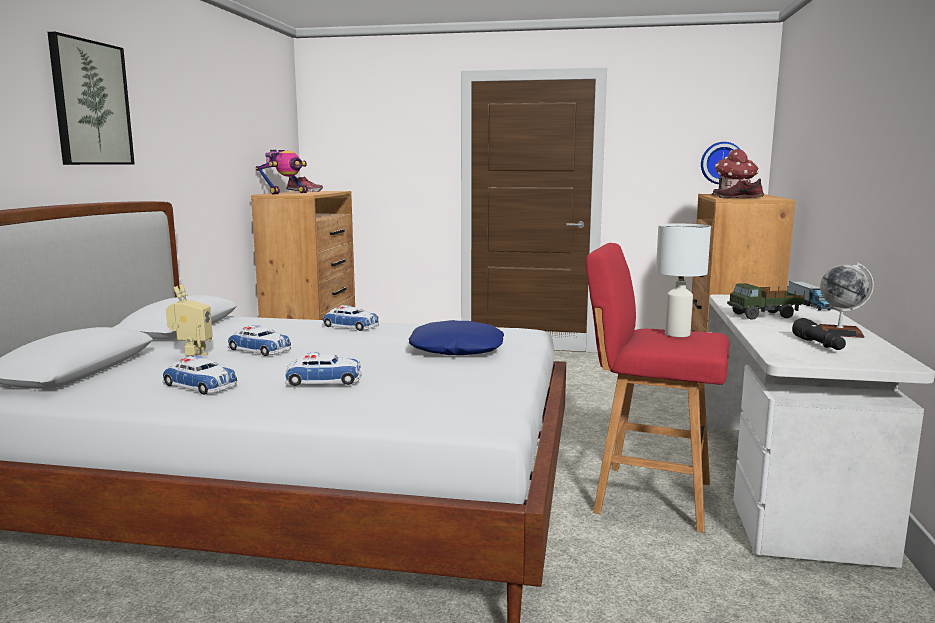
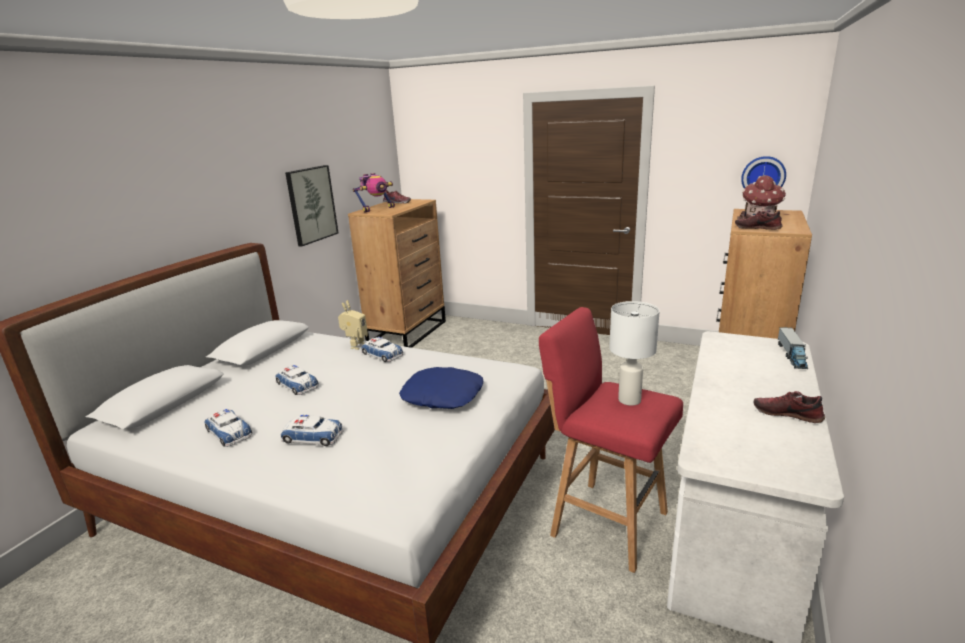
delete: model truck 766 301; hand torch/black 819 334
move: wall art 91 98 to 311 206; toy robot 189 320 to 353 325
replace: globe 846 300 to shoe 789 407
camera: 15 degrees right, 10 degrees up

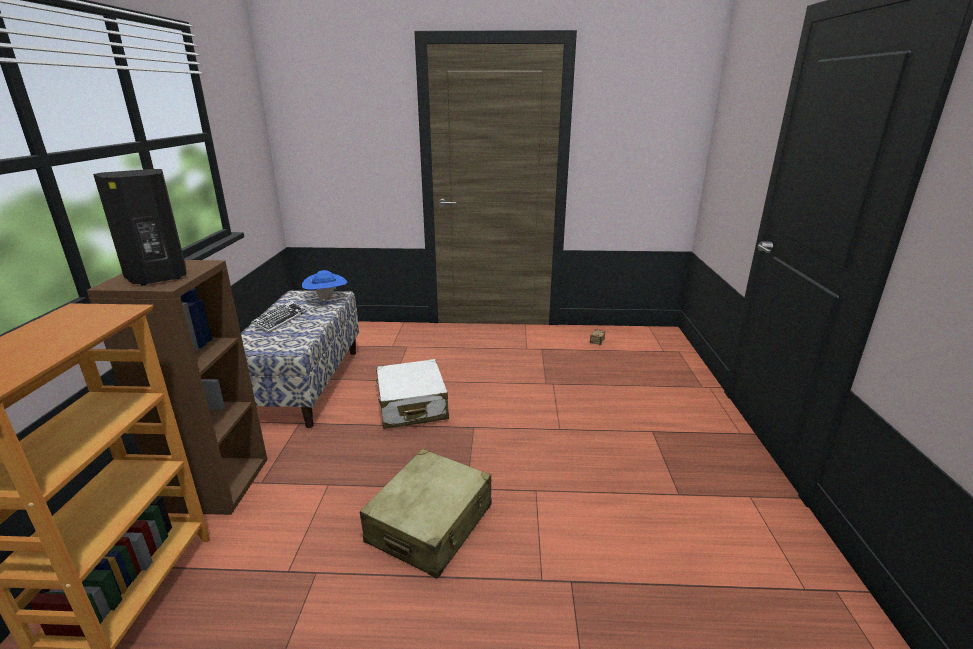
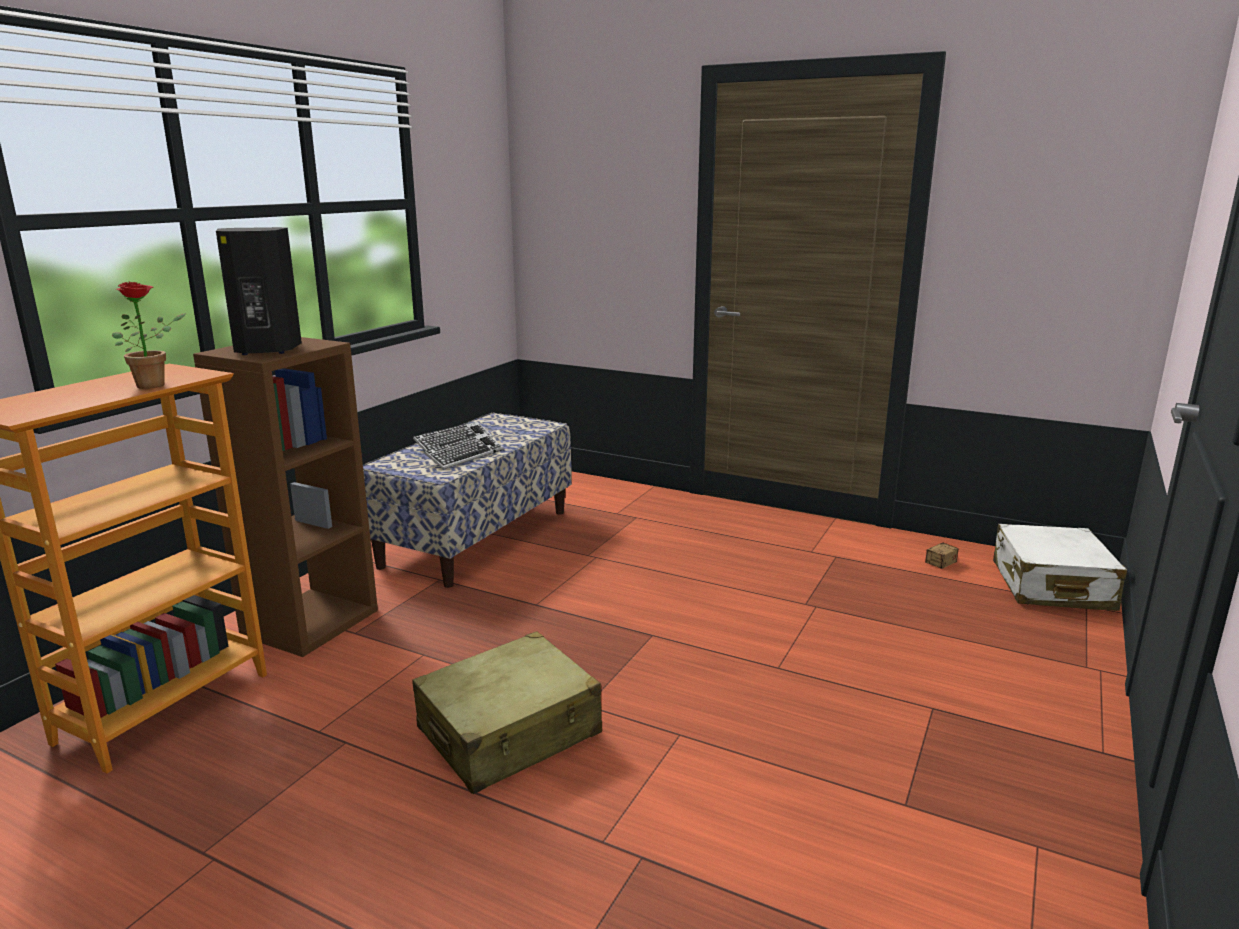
delete: hat/bluish 324 286
insert: houseplant 149 335; PC keyboard 464 451
move: travel case/white-coloured 412 394 to 1060 567
camera: 25 degrees right, 5 degrees down

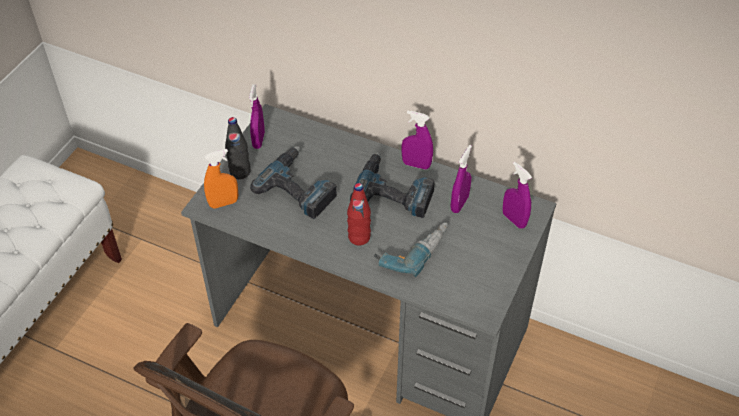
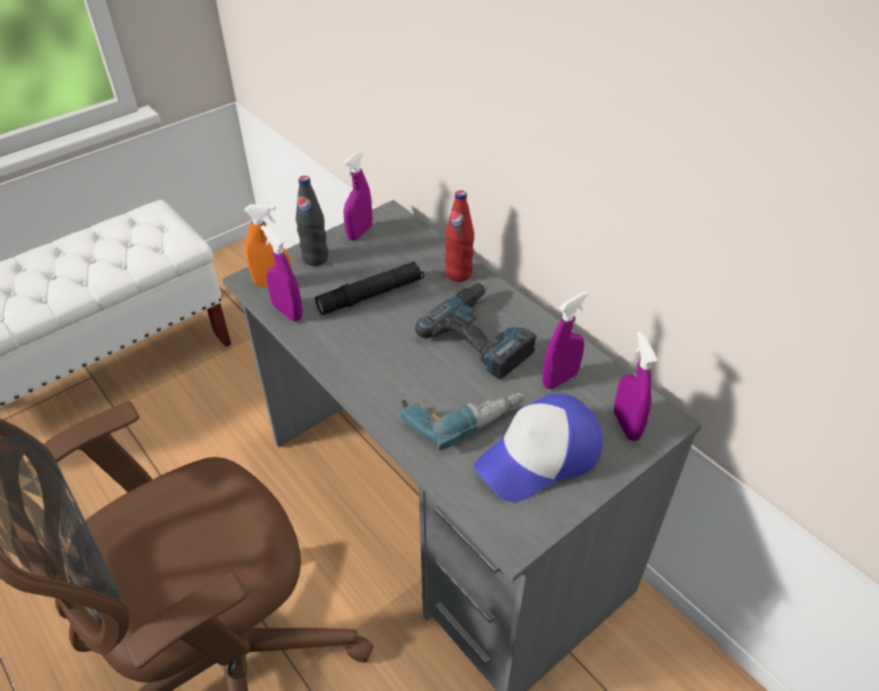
insert: baseball cap 538 448
move: bottle/red-coloured 359 214 to 459 236; spray bottle/purplish 417 140 to 282 273
replace: power drill 293 182 to hand torch/black 369 288
camera: 25 degrees right, 5 degrees down

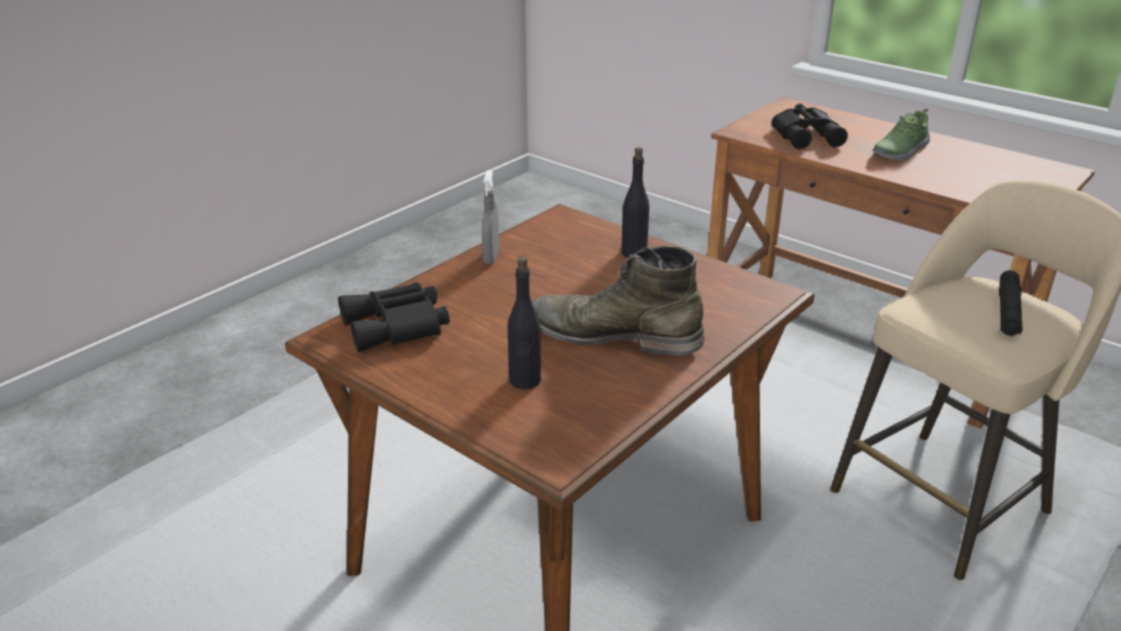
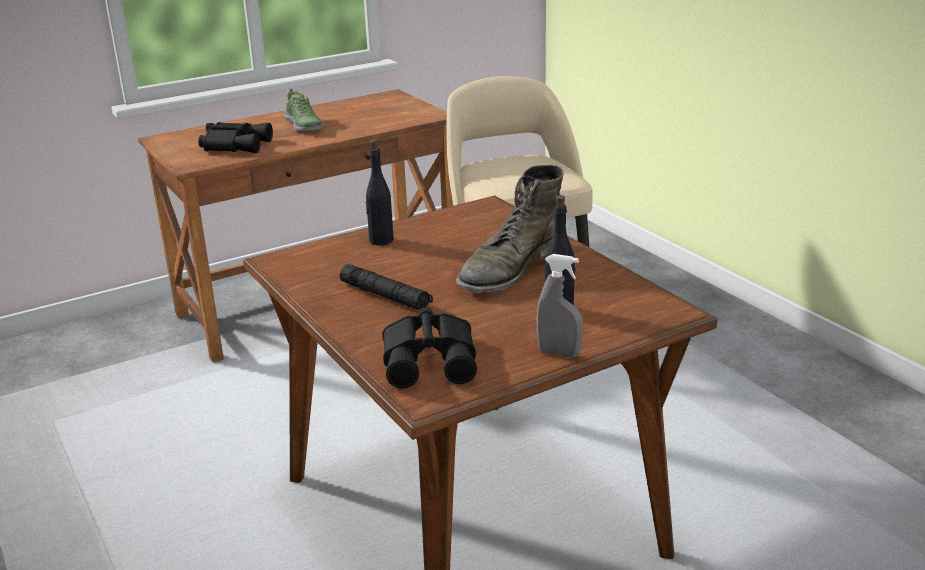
move: spray bottle/greyish 490 217 to 559 306; hand torch/black 1011 303 to 386 287
camera: 70 degrees left, 5 degrees down

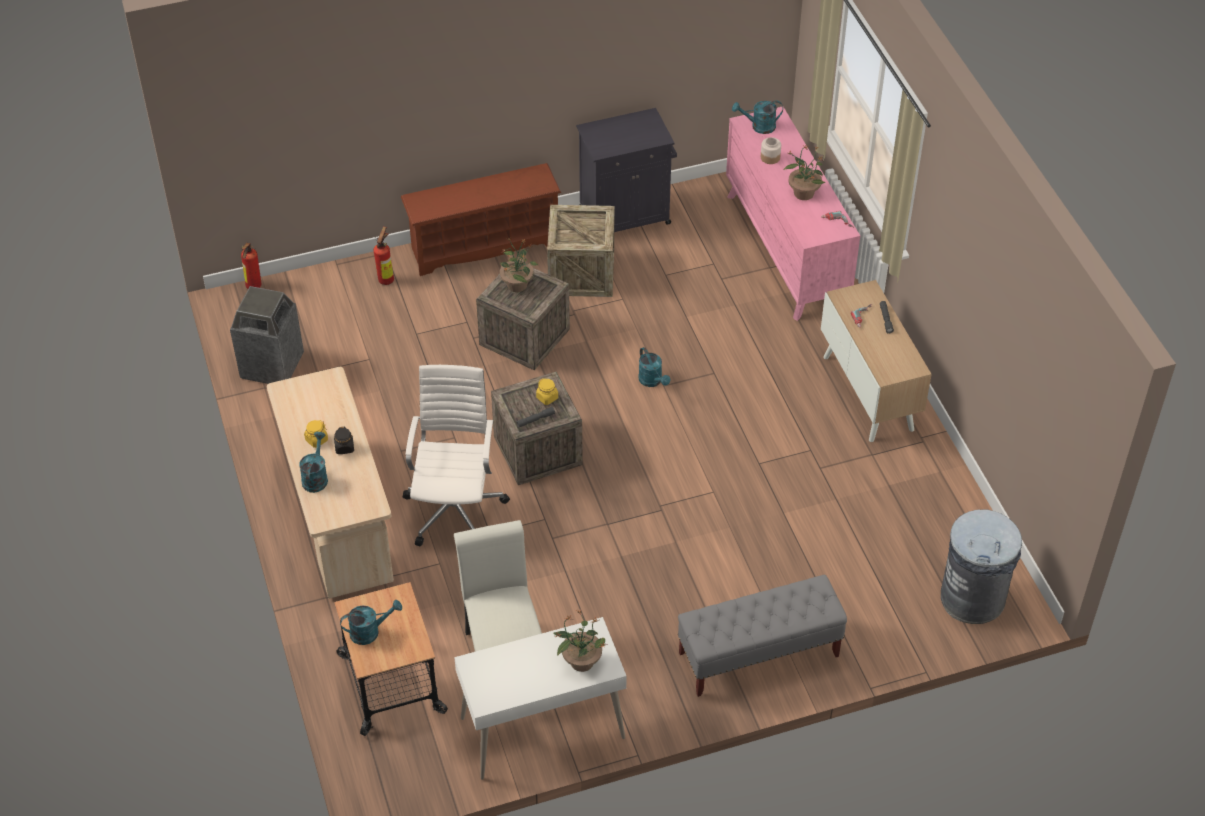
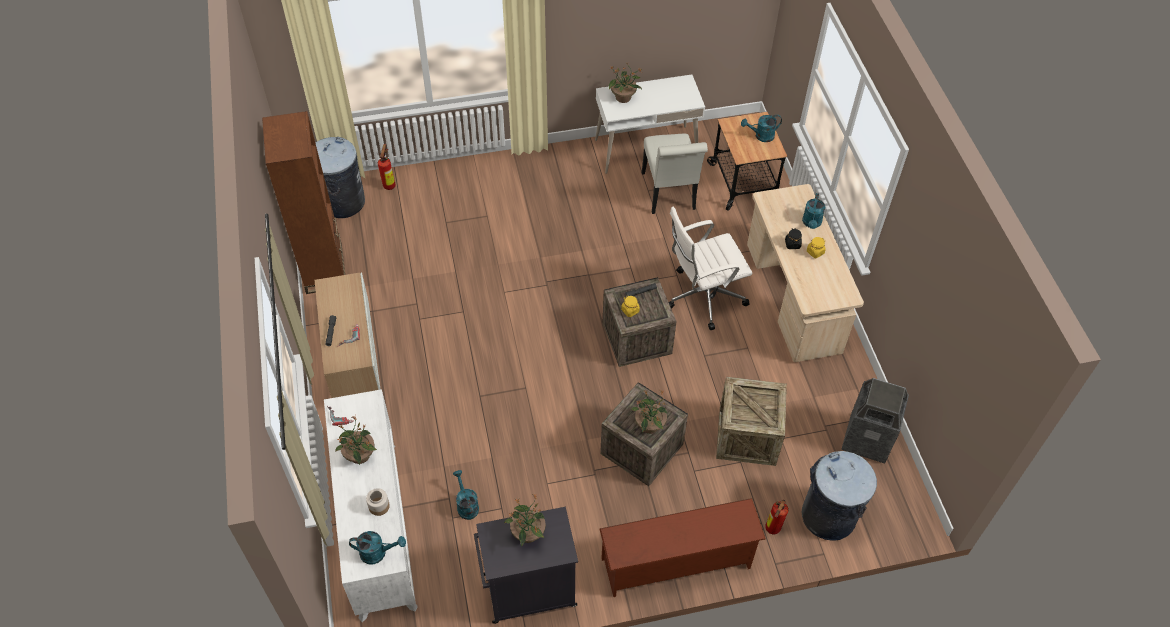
delete: indoor bench/greyish 762 636
insert: bookshelf/brown 303 202; houseplant 525 520; rubbish bin/greyish 839 496
move: extinguisher 251 266 to 386 167; shipping crate 580 251 to 751 421; watering can/blue-green 654 367 to 466 495
recolor: drawer chest/pink-coloured 793 213 to drawer chest/white-coloured 371 505
rotate: computer chair/white-coloured 456 456 = 710 268 60 degrees clockwise
camera: 175 degrees left, 5 degrees up

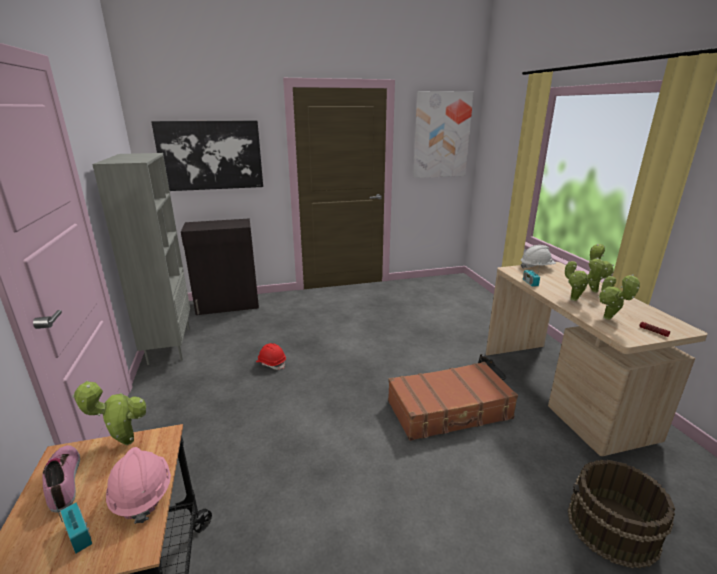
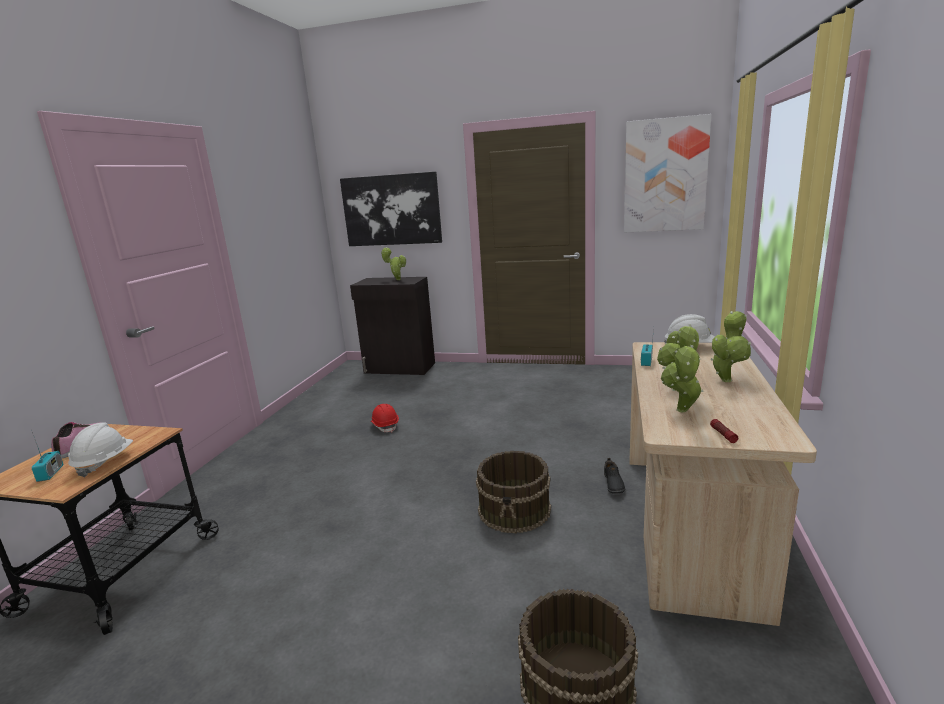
delete: bookshelf/greyish 141 259
move: houseplant 109 413 to 393 263
replace: travel case/brown 453 401 to pail/brown 513 492
recolor: work helmet/pink-coloured 138 485 to work helmet/white-coloured 100 449
camera: 30 degrees right, 5 degrees down

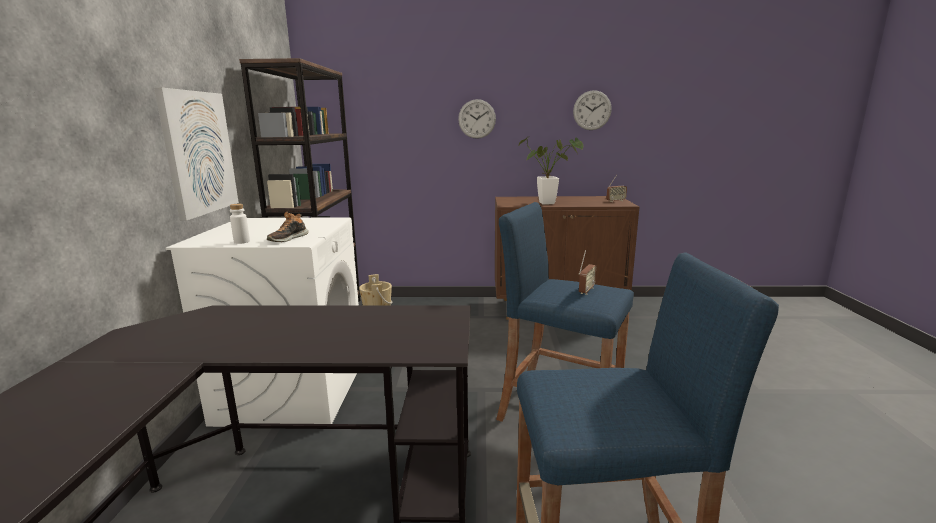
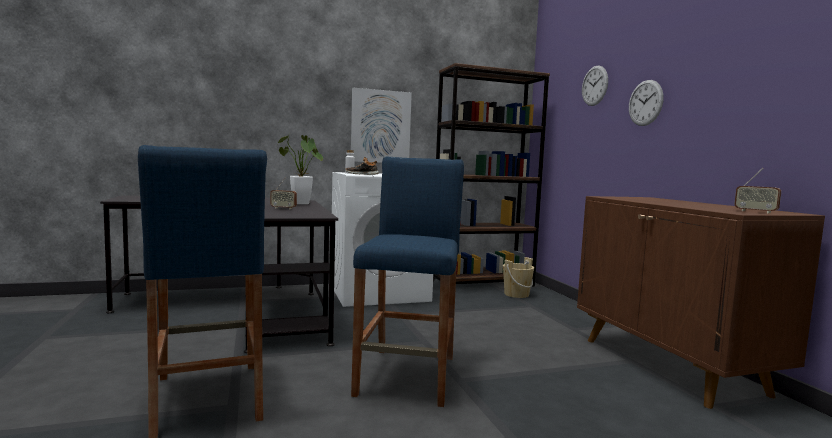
move: houseplant 551 171 to 300 169; wall clock 592 110 to 595 86; radio receiver 587 272 to 283 193
camera: 70 degrees right, 10 degrees down

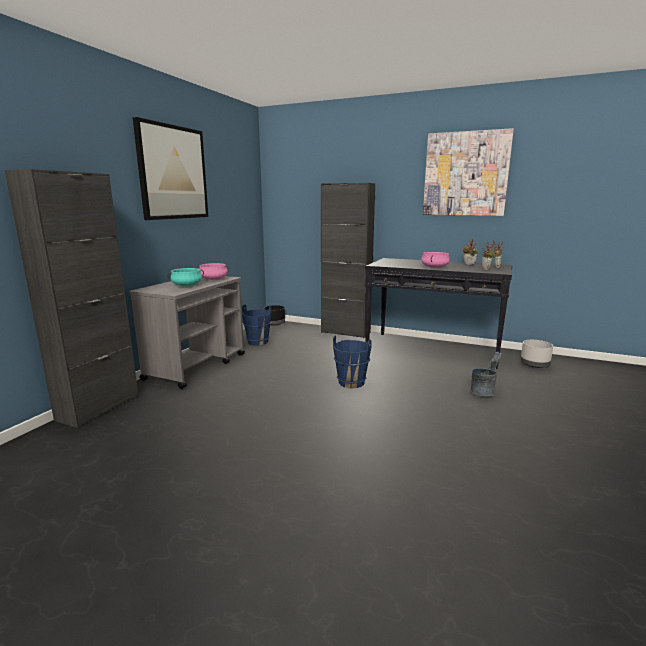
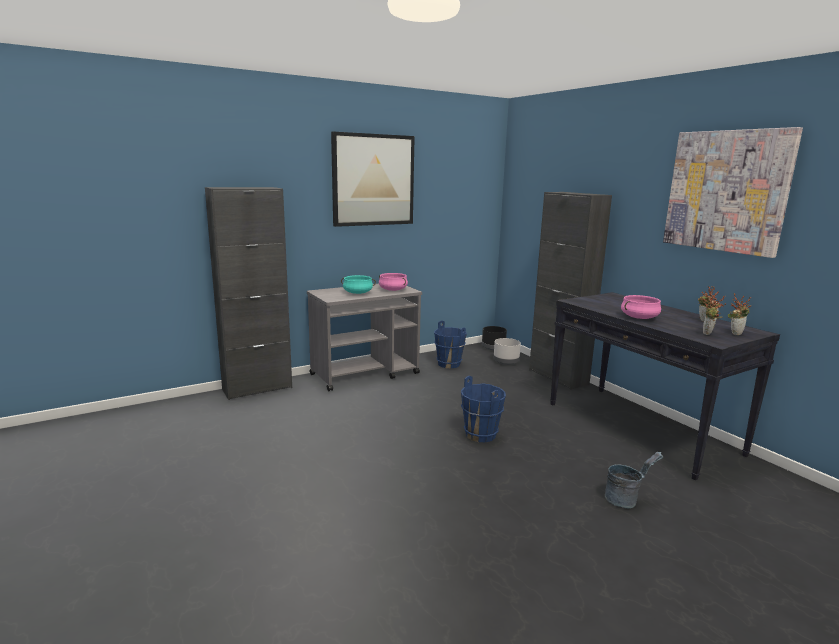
move: flower pot/greyish 536 354 to 507 351
camera: 35 degrees right, 0 degrees up

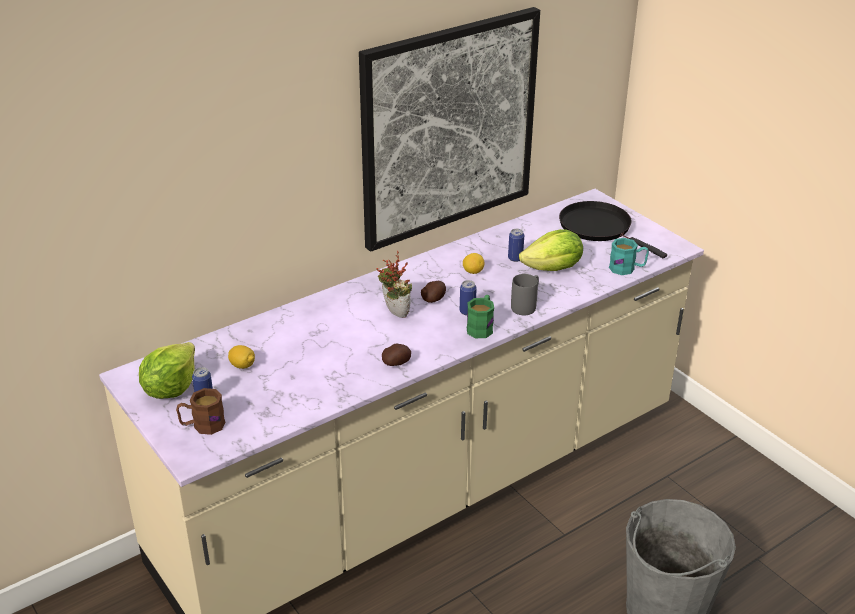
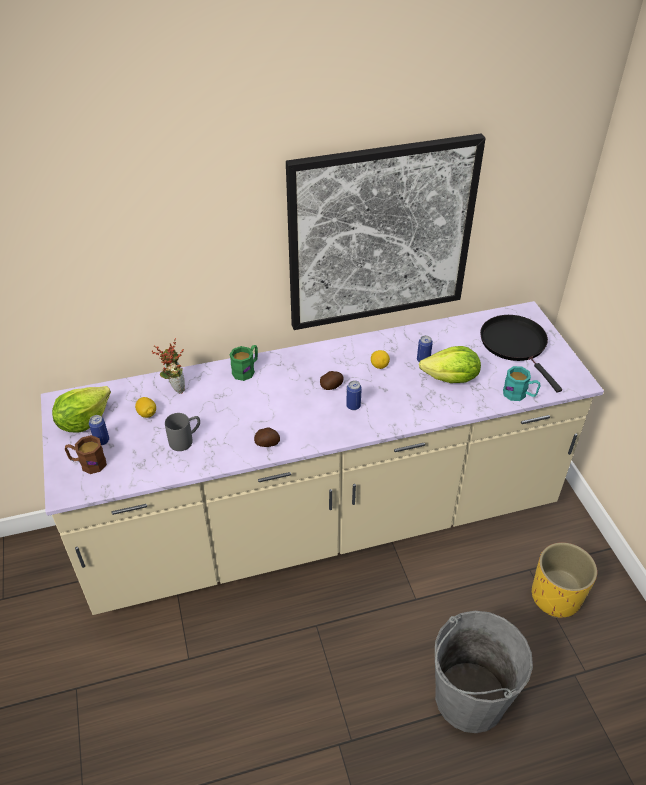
insert: flower pot/yellowish 564 580
move: houseplant 394 284 to 168 366; mug/green 480 316 to 244 363; mug/greyish 525 294 to 182 432
camera: 20 degrees right, 10 degrees up

